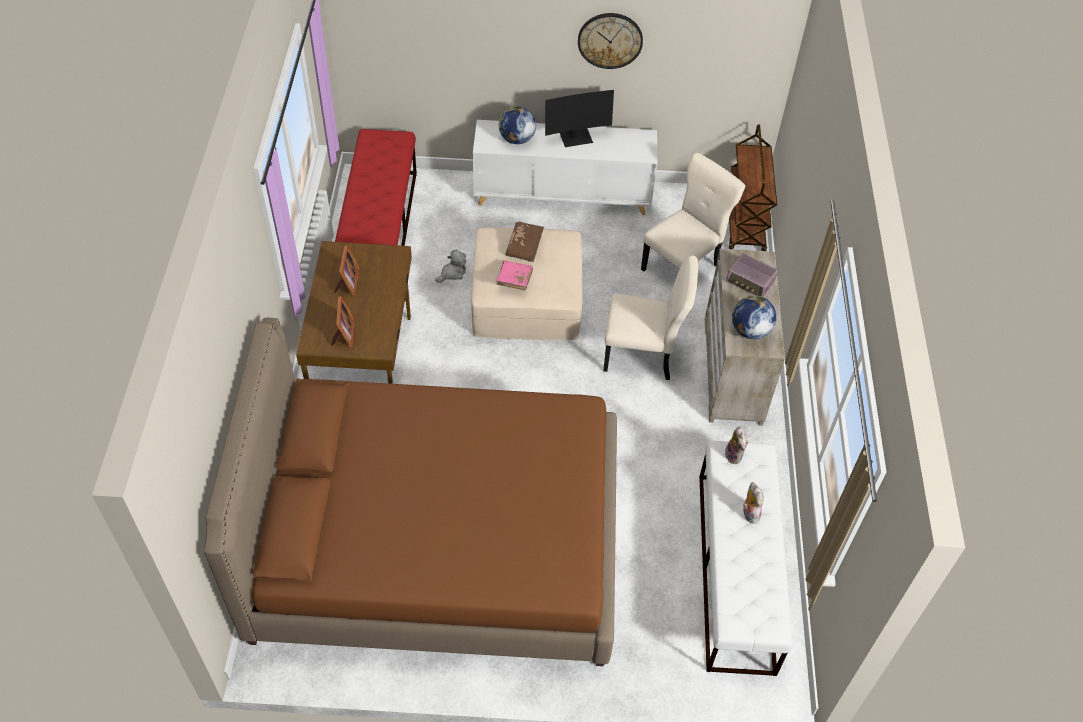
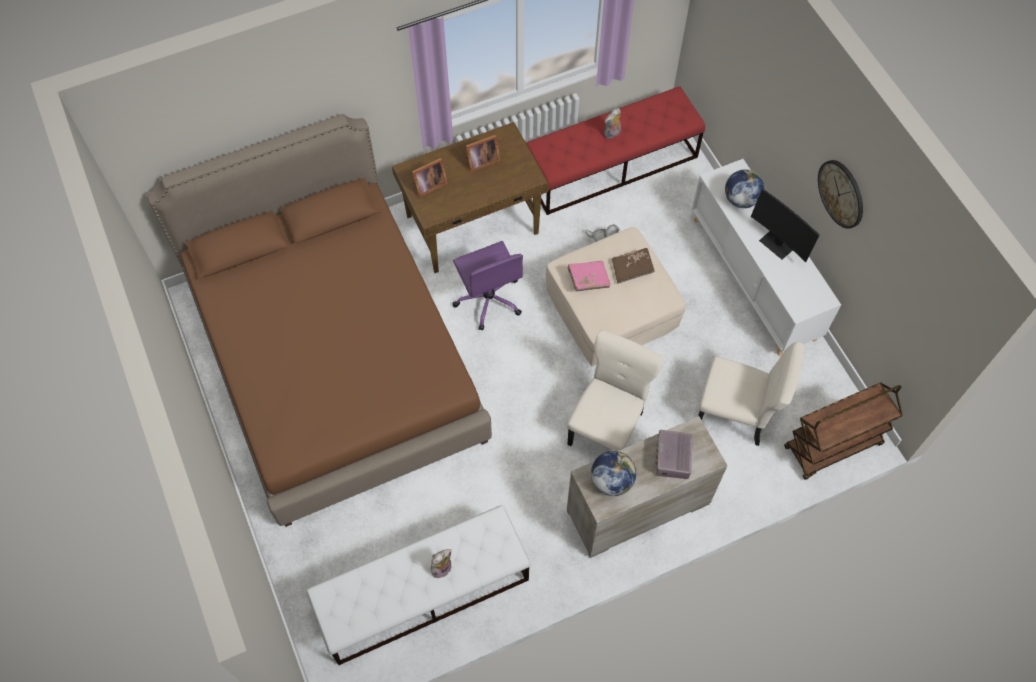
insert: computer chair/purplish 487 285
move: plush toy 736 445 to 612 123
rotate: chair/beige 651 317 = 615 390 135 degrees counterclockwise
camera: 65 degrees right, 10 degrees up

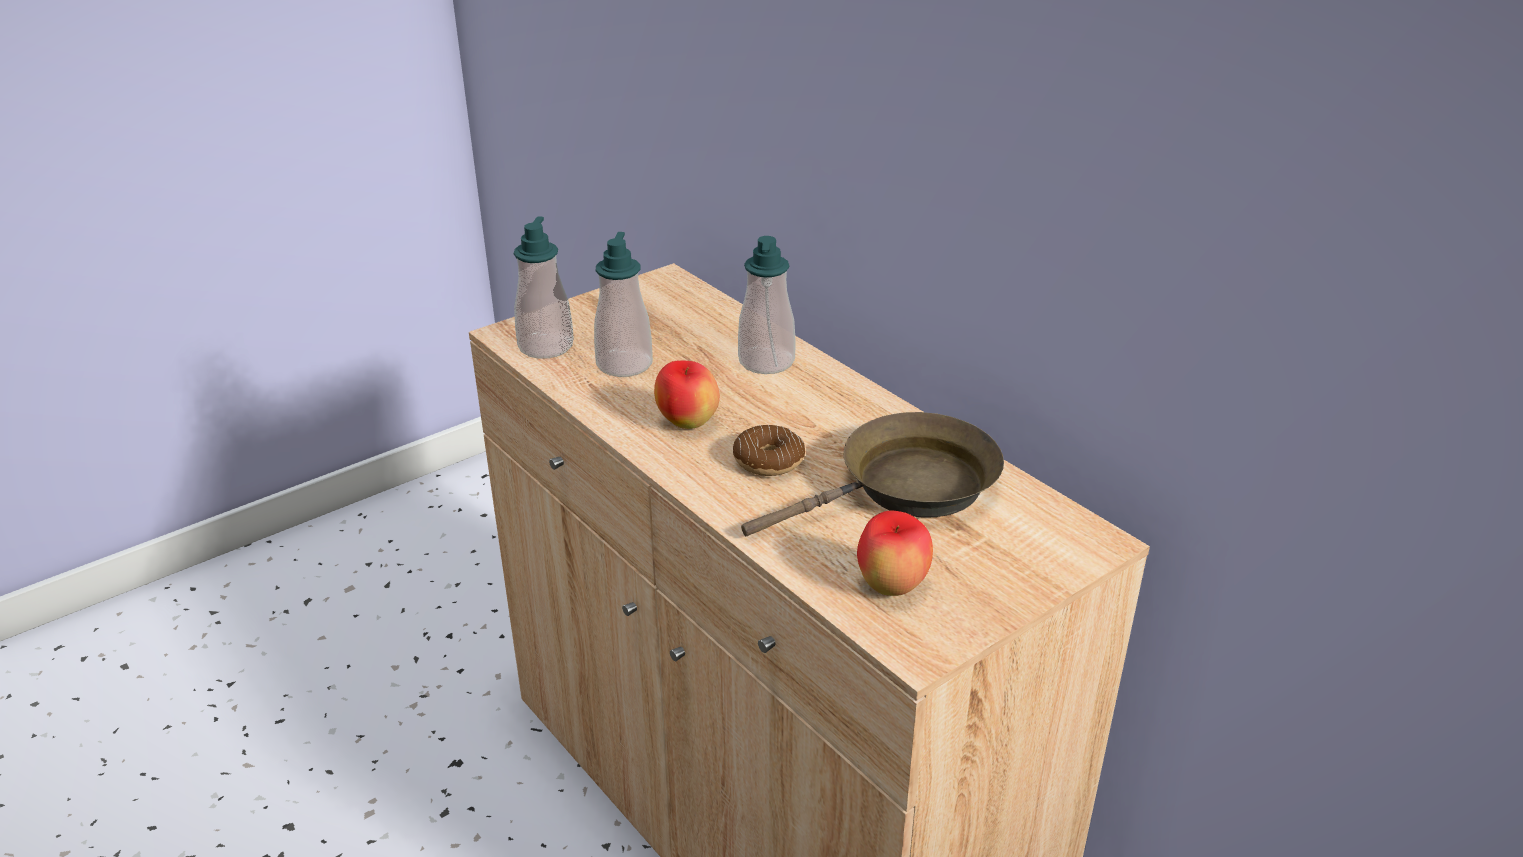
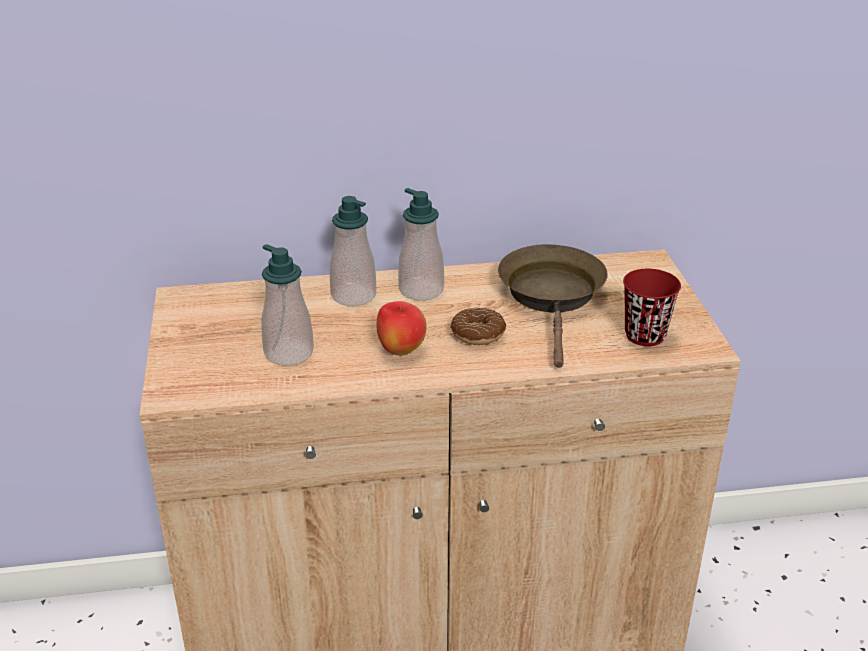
move: liquid soap bottle 544 287 to 421 244
replace: apple 895 553 to cup/red-coloured 652 307
camera: 60 degrees left, 0 degrees up

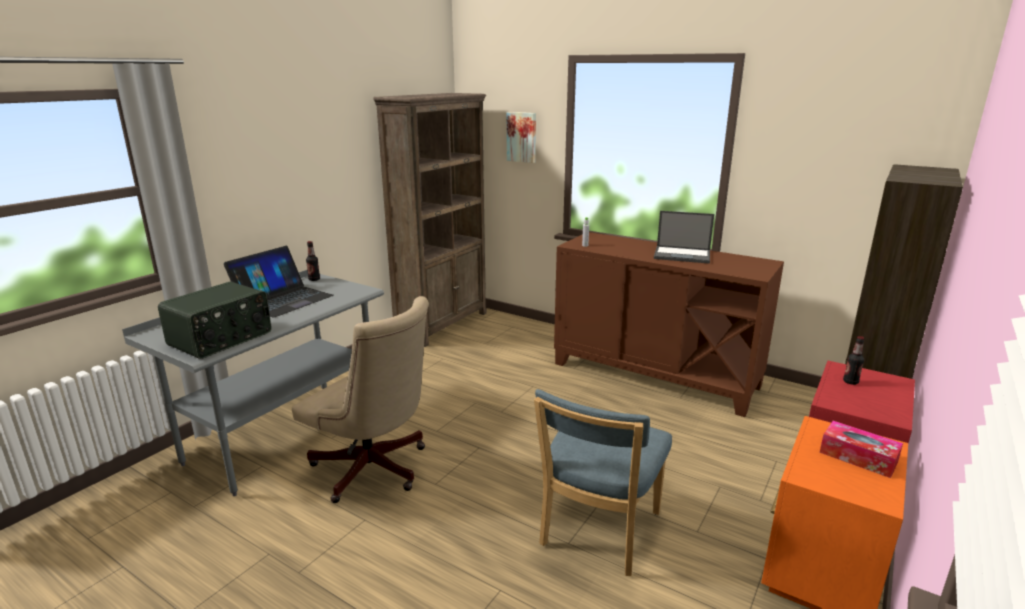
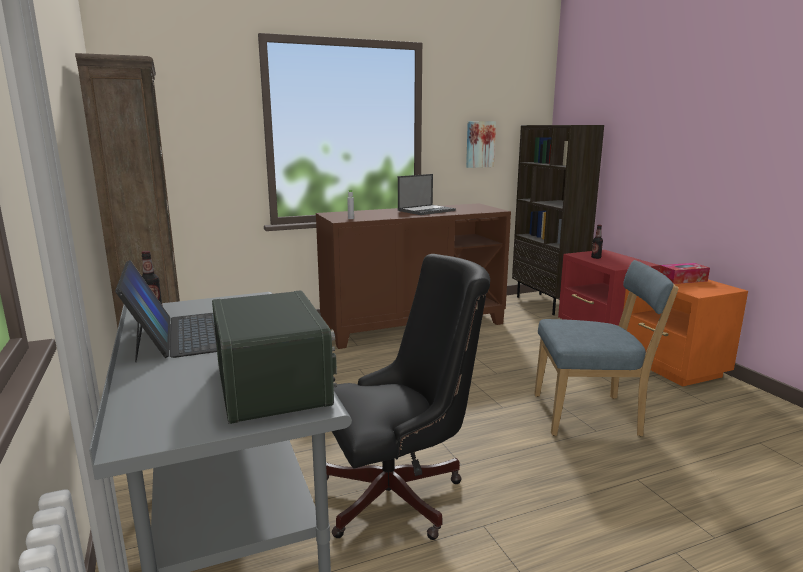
move: wall art 521 137 to 481 144
recolor: computer chair/beige 360 399 to computer chair/black 408 397
rotate: chair/bluish 603 482 = 606 348 60 degrees counterclockwise
camera: 55 degrees left, 5 degrees down

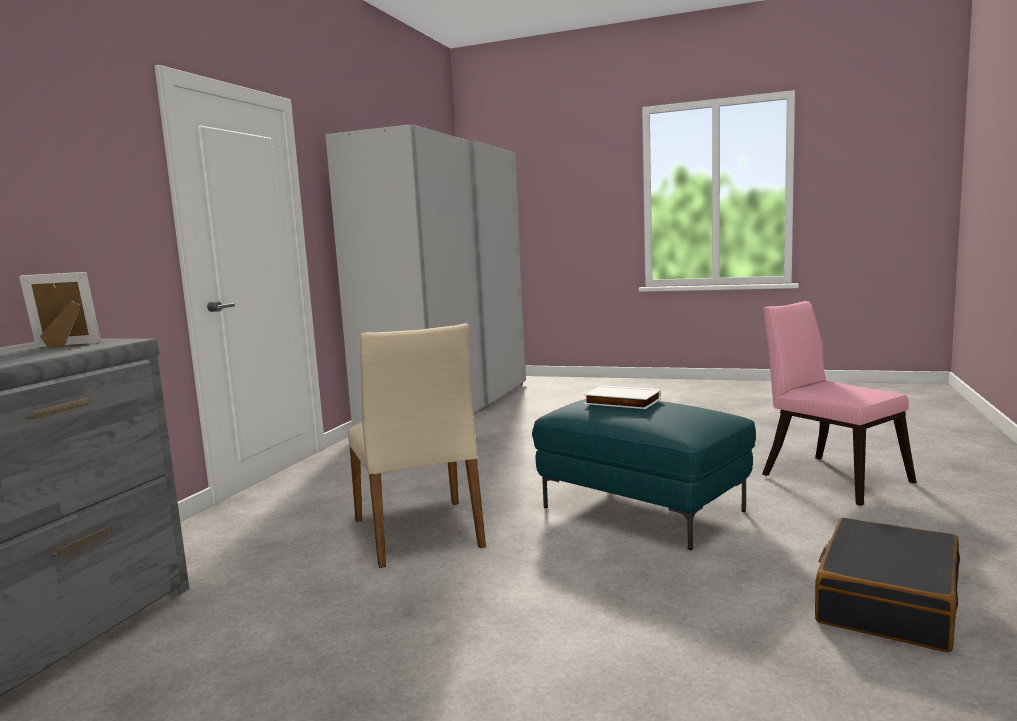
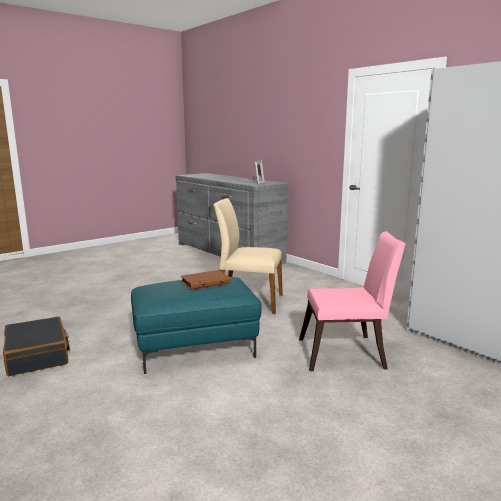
move: chair/pink-coloured 839 403 to 352 301
recolor: volume/white-coloured 622 397 to volume/brown 205 280
camera: 120 degrees right, 5 degrees up

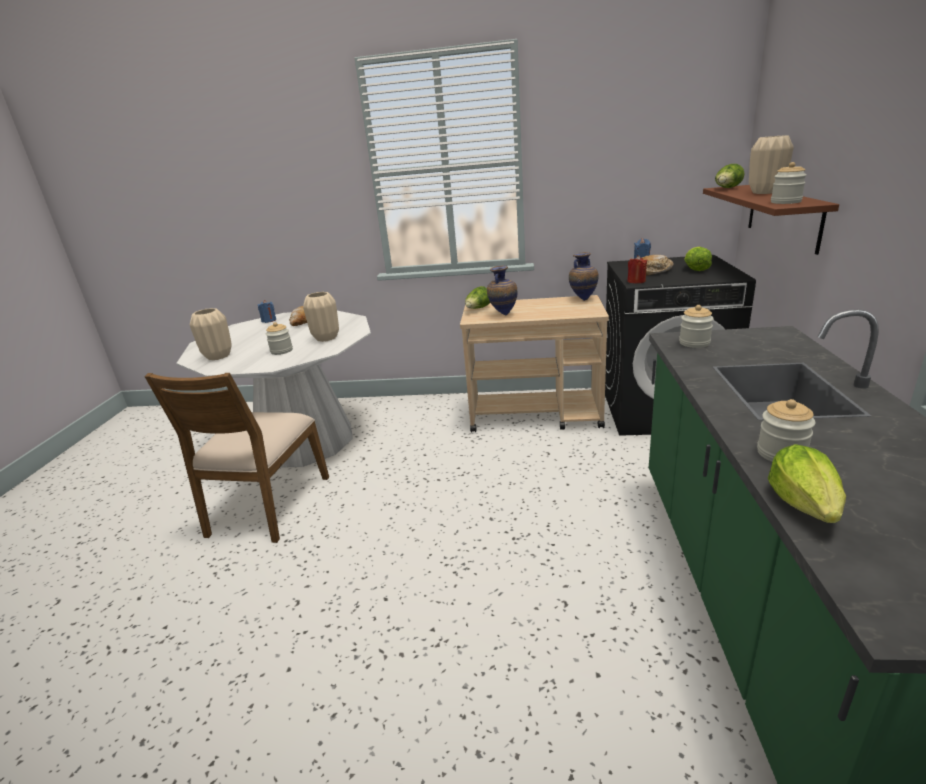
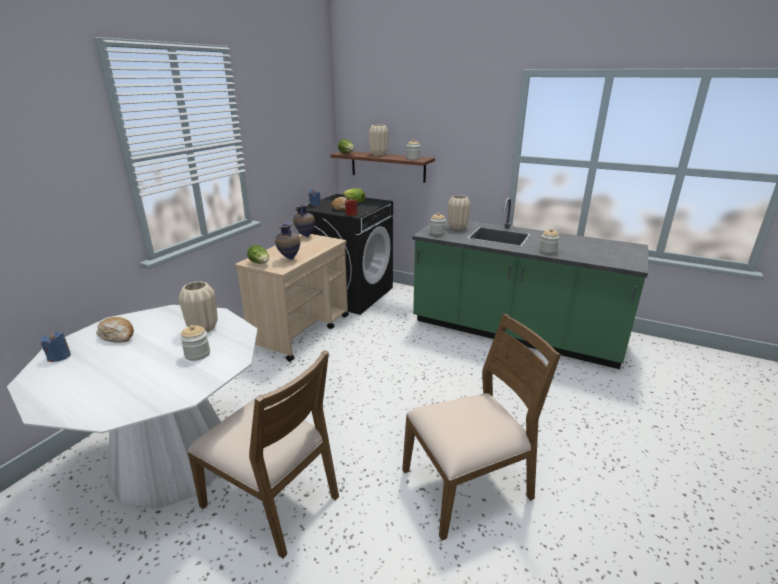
delete: lettuce head 807 483
insert: chair/brown 481 427
move: flower vase/beige 211 334 to 459 212
camera: 70 degrees left, 0 degrees up

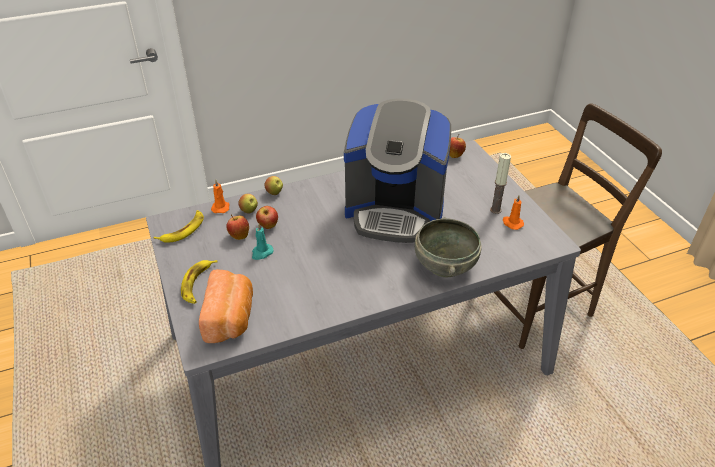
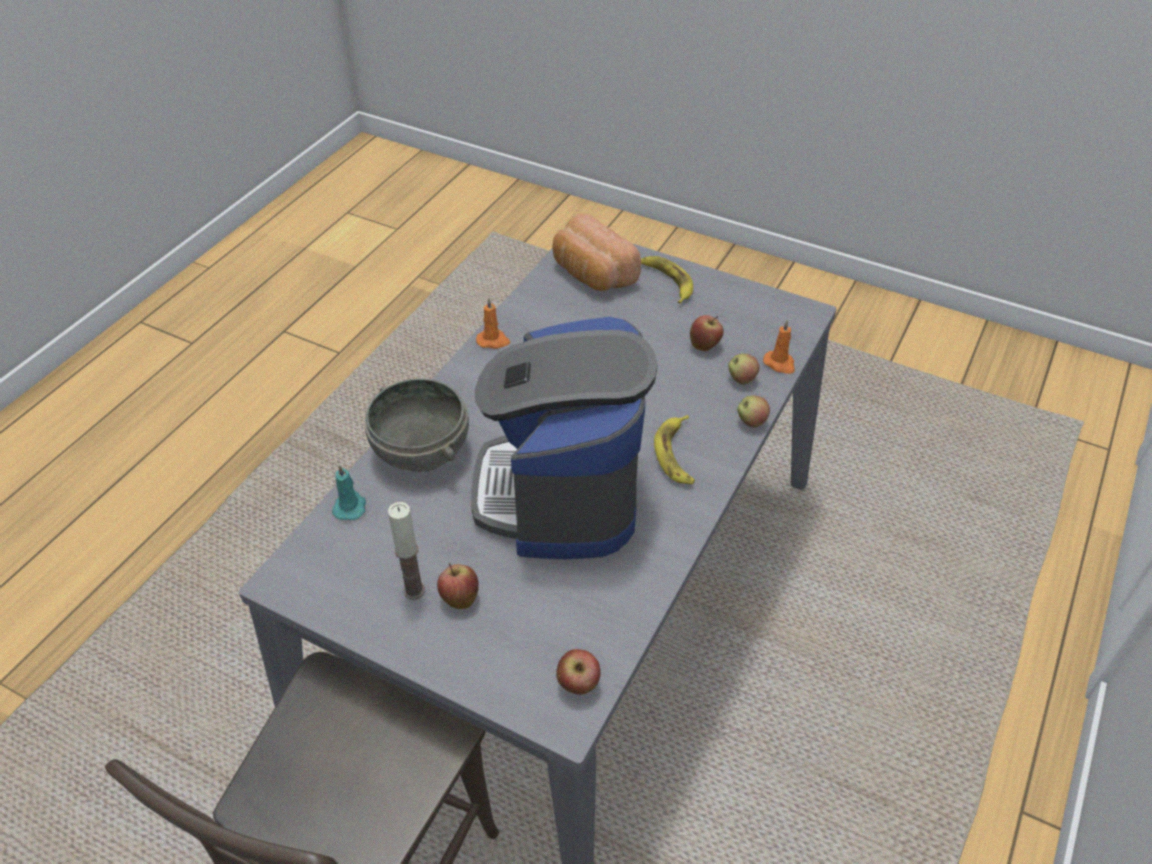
move: whole banana 179 226 to 674 449; wax candle/blue-green 262 242 to 349 492; apple 267 217 to 458 586; wax candle/orange-coloured 513 213 to 493 323
rotate: coffee brewer 397 170 = 564 438 60 degrees counterclockwise
camera: 140 degrees right, 5 degrees up

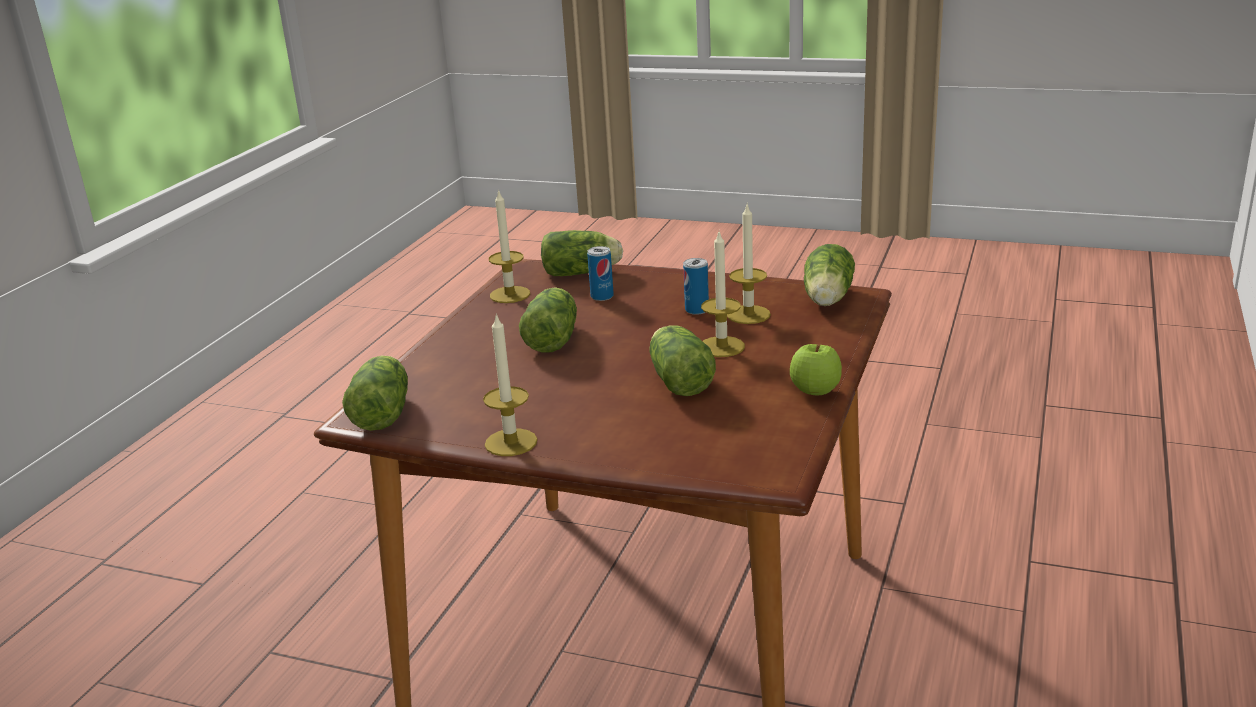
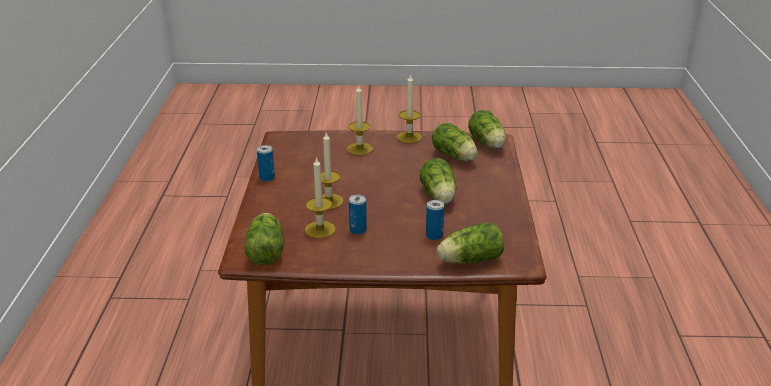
move: wax candle 509 246 to 360 120; lettuce head 682 360 to 455 142
replace: apple 816 370 to metal can 266 163
camera: 160 degrees right, 5 degrees up

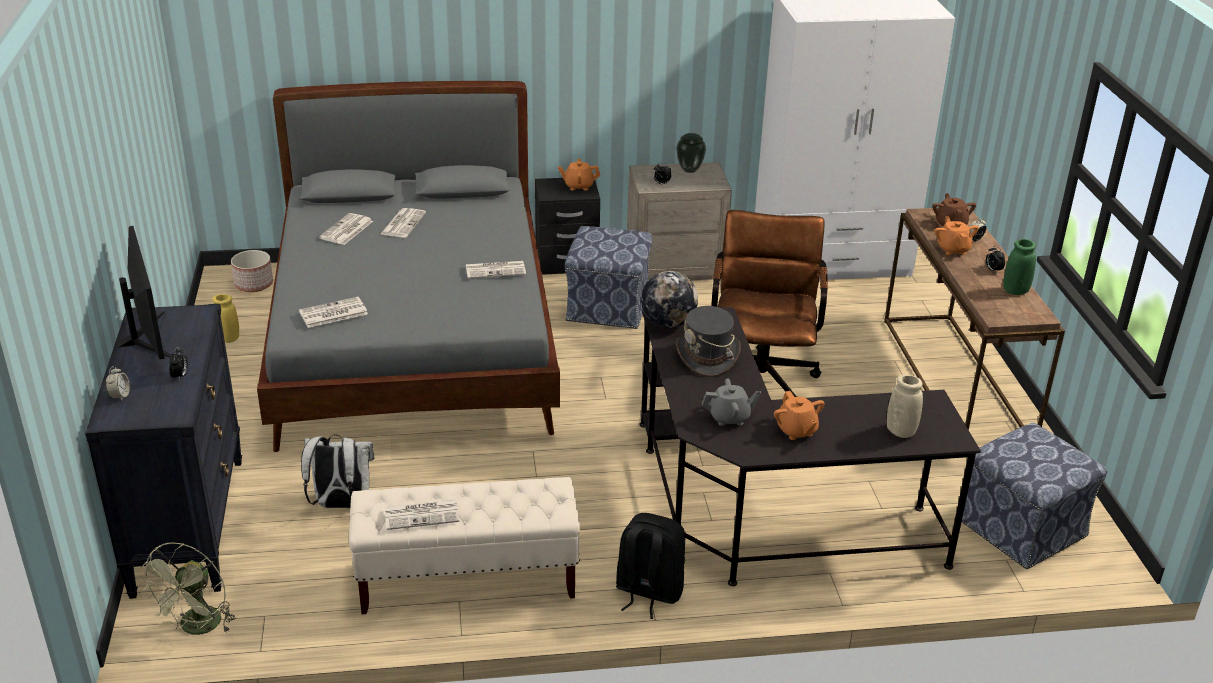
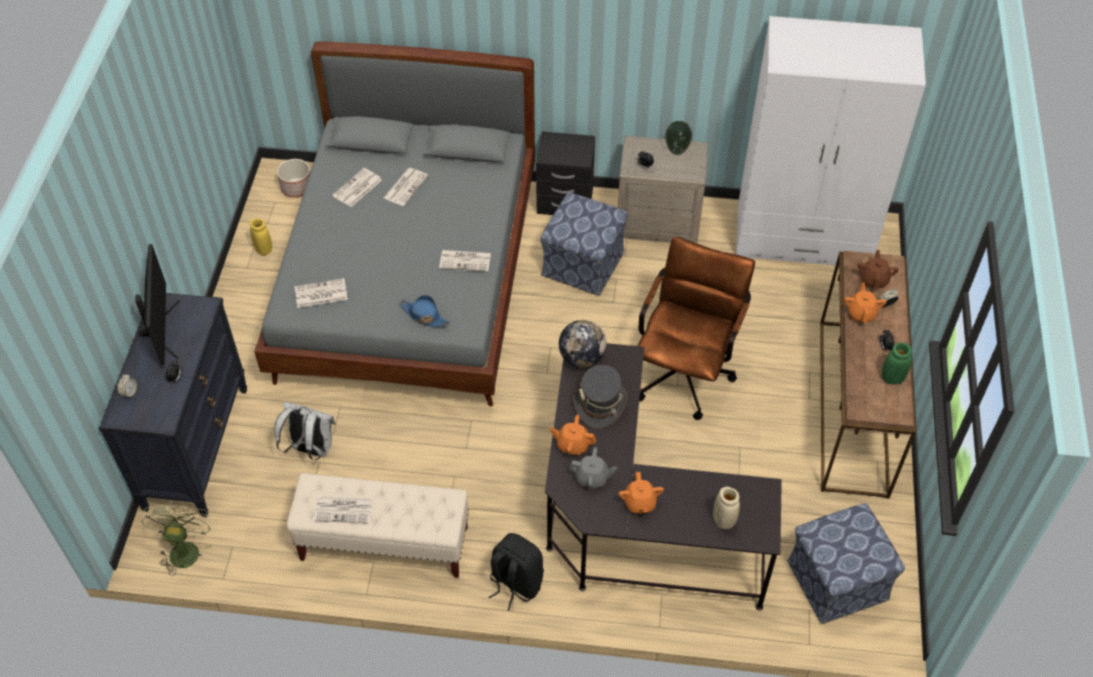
insert: hat/bluish 425 311
move: pot for tea/orange-coloured 579 175 to 573 435
rotate: electric fan/green 186 588 = 176 538 150 degrees clockwise
camera: 15 degrees right, 20 degrees up

